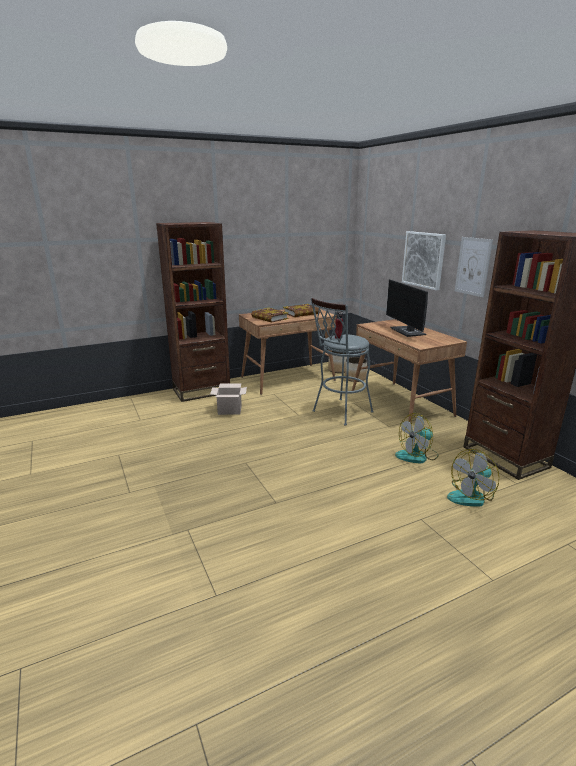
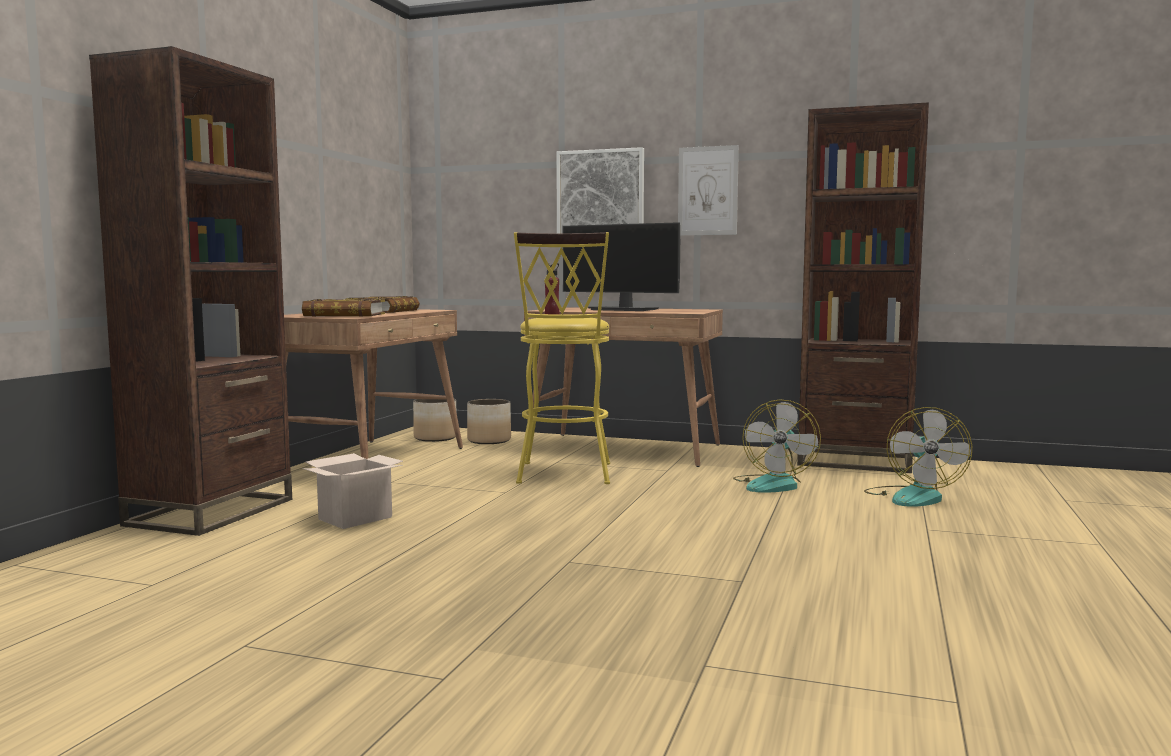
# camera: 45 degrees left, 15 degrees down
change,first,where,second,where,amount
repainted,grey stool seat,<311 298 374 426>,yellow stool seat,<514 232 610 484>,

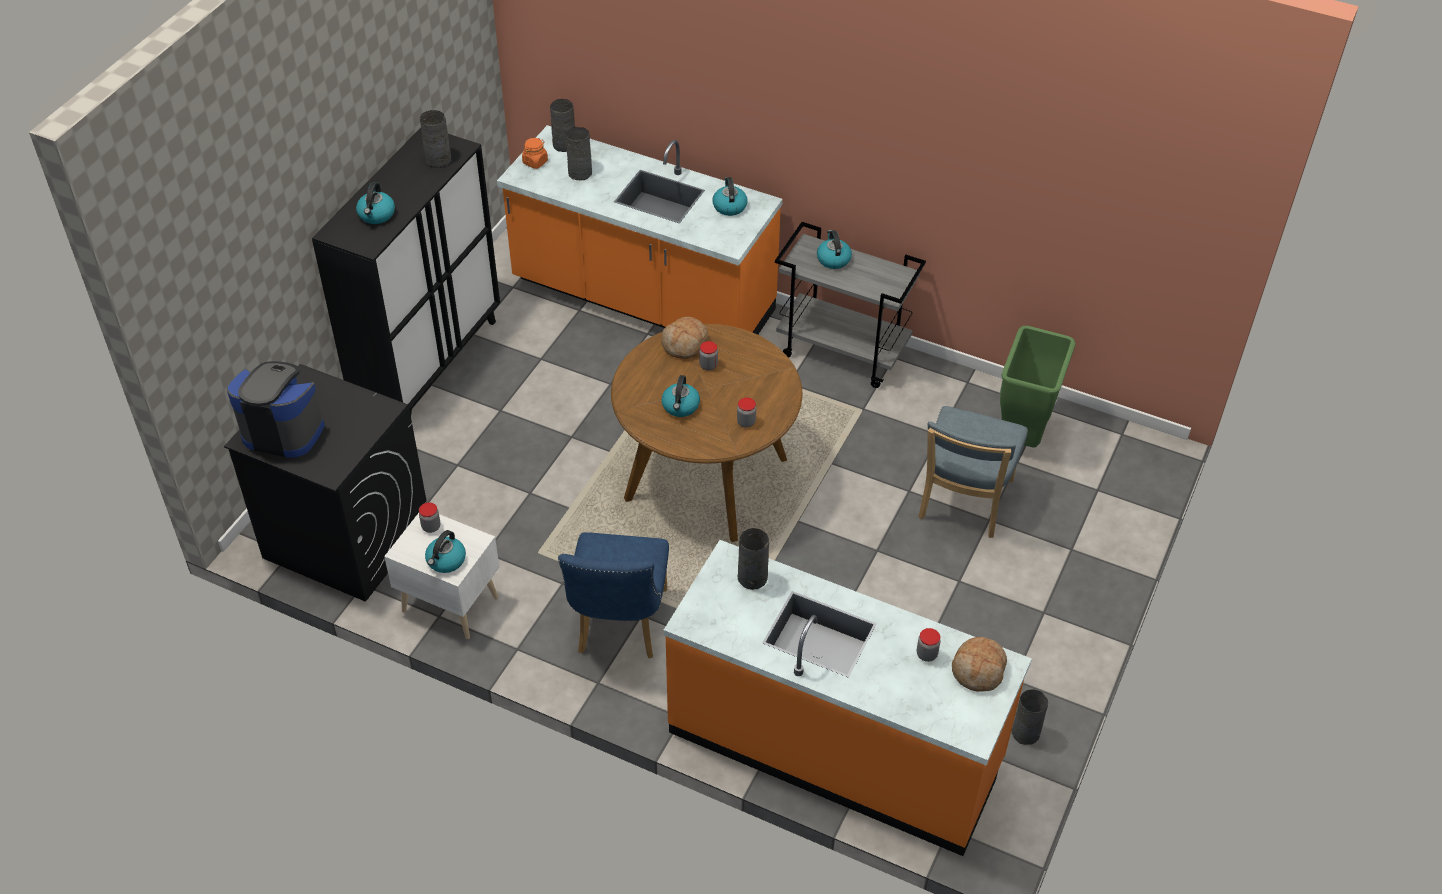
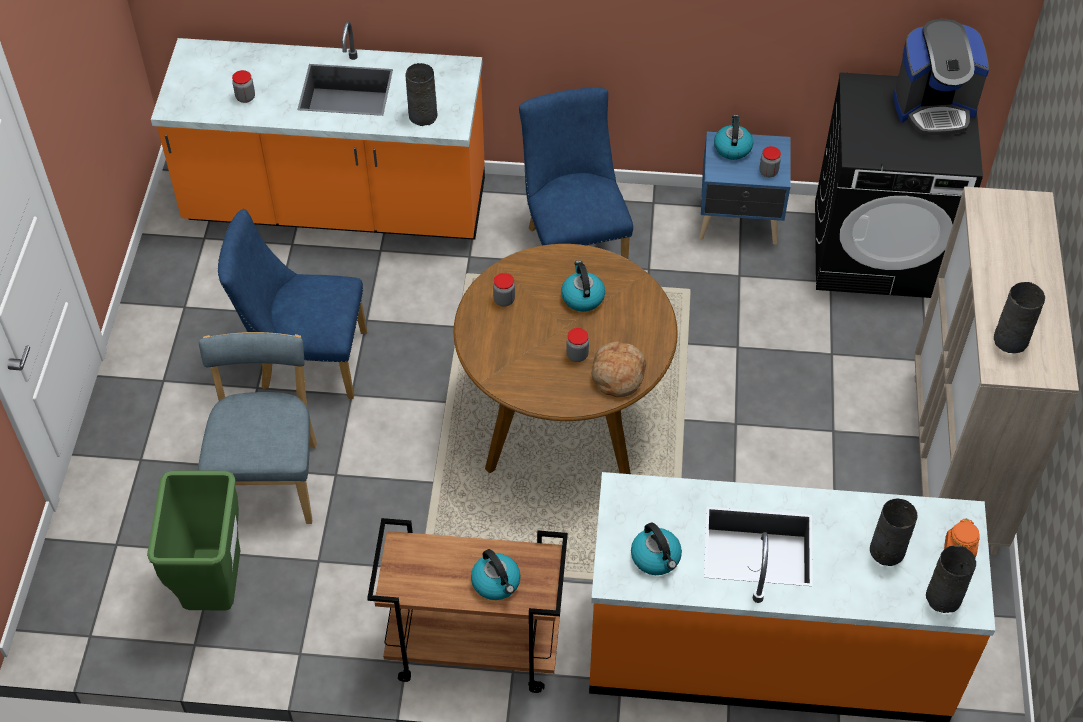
# camera: 160 degrees right, 5 degrees up
change,first,where,second,where,amount
new,,,blue-coloured chair,<218 209 367 399>,
repainted,grey trolley,<775 222 926 388>,brownish trolley,<367 518 568 693>,
repainted,white-coloured night table,<384 513 499 639>,blue-coloured night table,<699 132 790 245>,
repainted,blackish cupboard,<312 128 500 415>,beige cupboard,<914 186 1079 555>,
gone,kettle,<356 182 395 224>,,,
gone,bakery bread,<952 637 1007 691>,,,
gone,grey vase,<1011 689 1048 745>,,,

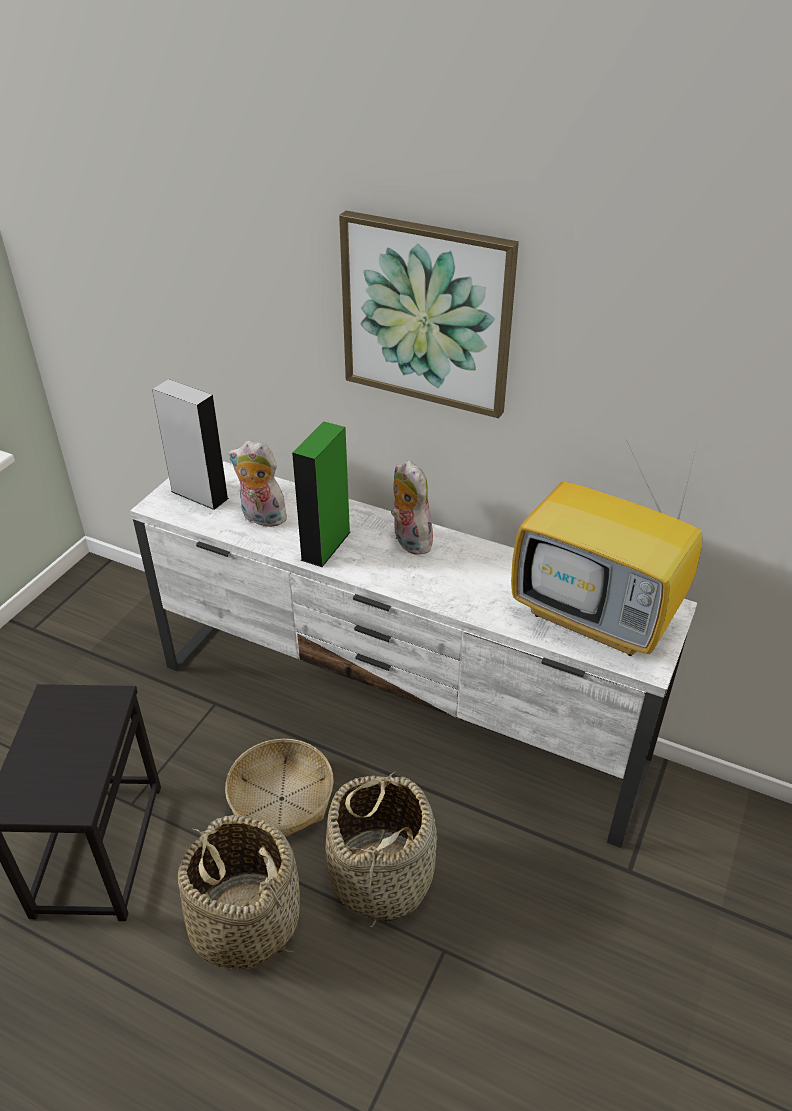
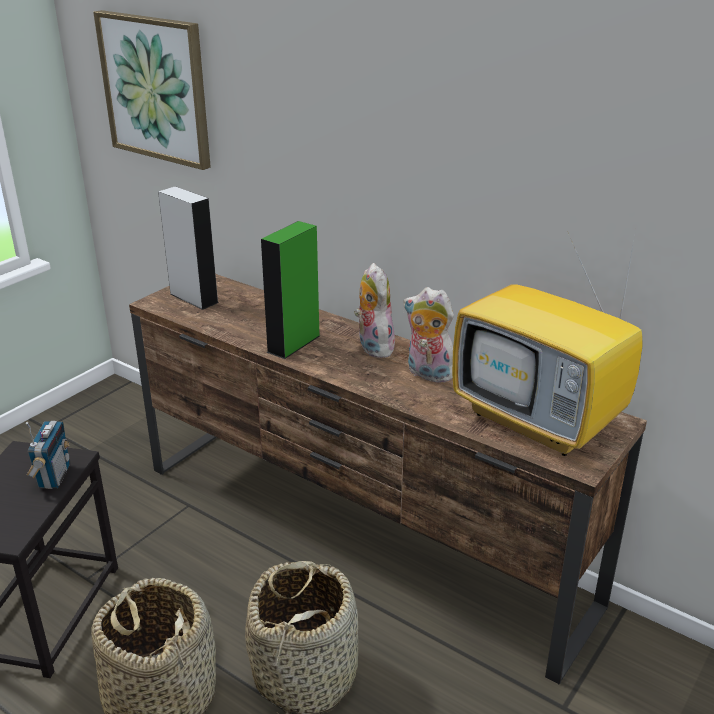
# camera: 10 degrees right, 10 degrees down
change,first,where,second,where,amount
new,,,radio set,<26 421 70 489>,
shifted,picture,<339 211 519 418>,,<93 10 211 170>,
repainted,white-coloured tv unit,<130 461 697 848>,brownish tv unit,<129 274 647 685>,
shifted,plush toy,<228 440 287 527>,,<403 287 454 383>,
gone,basket,<225 739 334 837>,,,

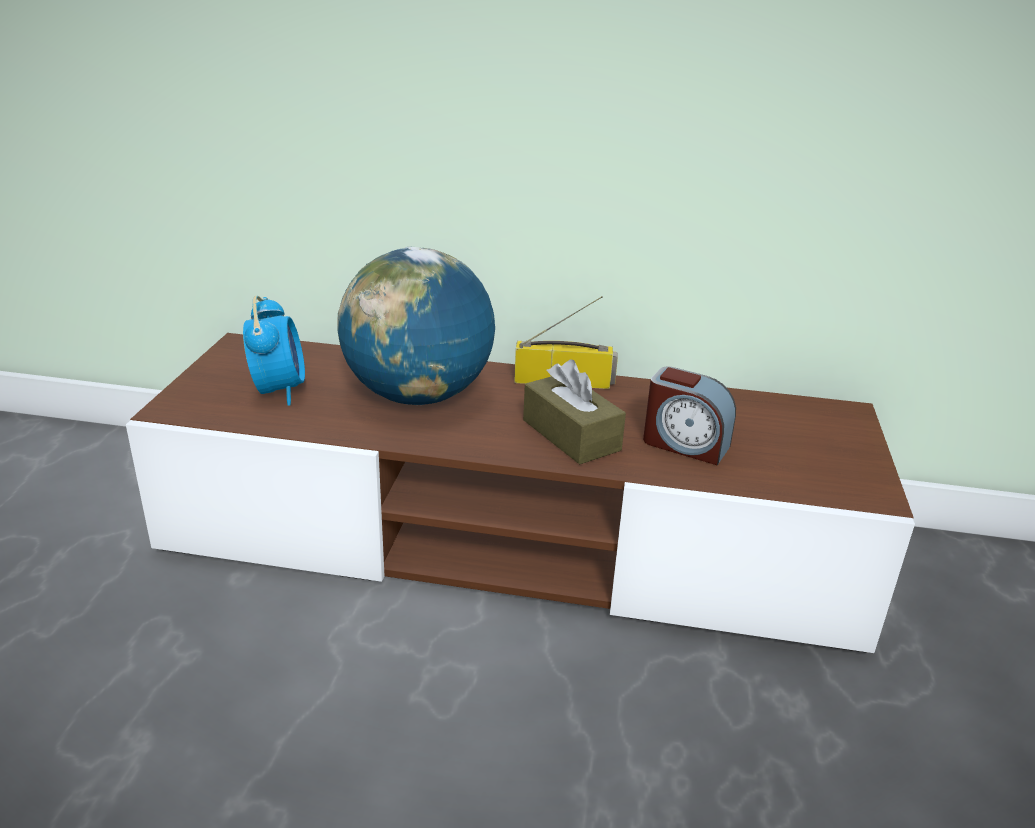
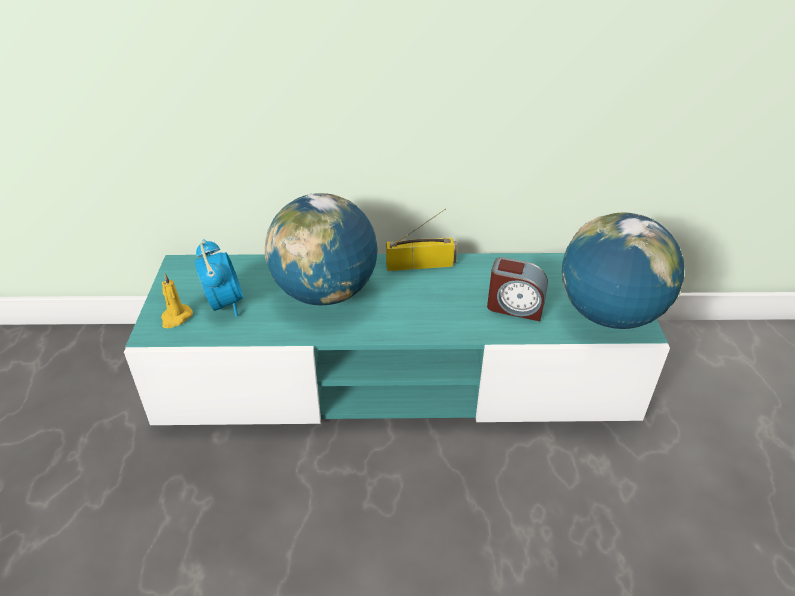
# camera: 10 degrees left, 10 degrees up
change,first,where,second,where,amount
repainted,brownish tv unit,<126 333 915 653>,turquoise tv unit,<124 253 670 425>,
new,,,yellow wax light,<161 273 193 328>,
new,,,desk globe,<562 213 684 329>,
gone,brownish box of tissues,<523 359 626 464>,,,

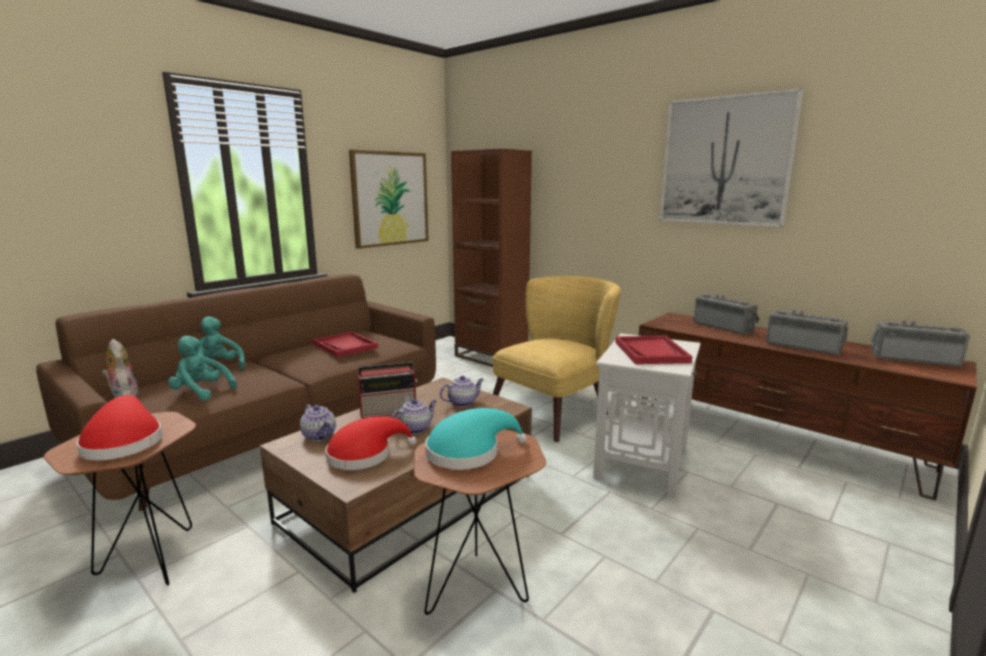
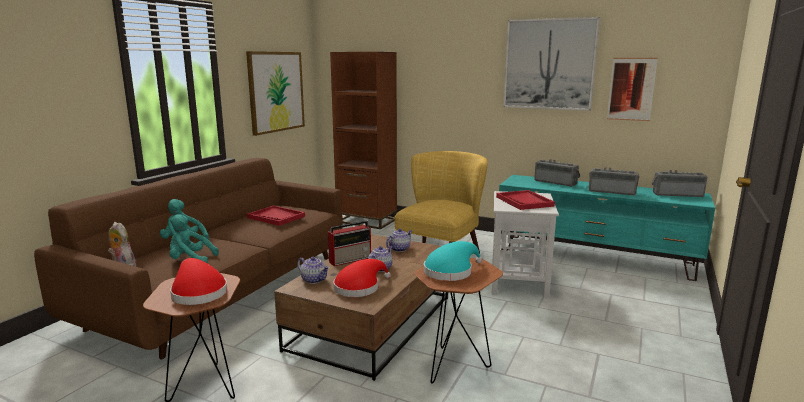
# camera: 15 degrees left, 0 degrees up
change,first,where,second,where,amount
repainted,brownish tv unit,<639 313 977 500>,turquoise tv unit,<499 175 715 281>,
new,,,picture,<607 58 658 121>,

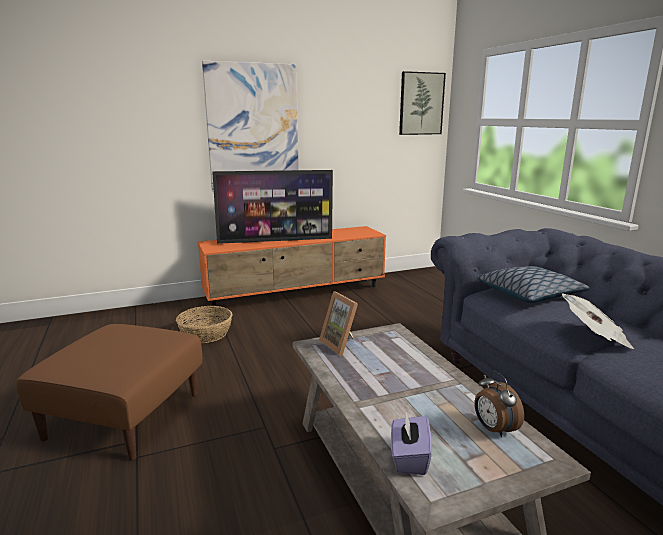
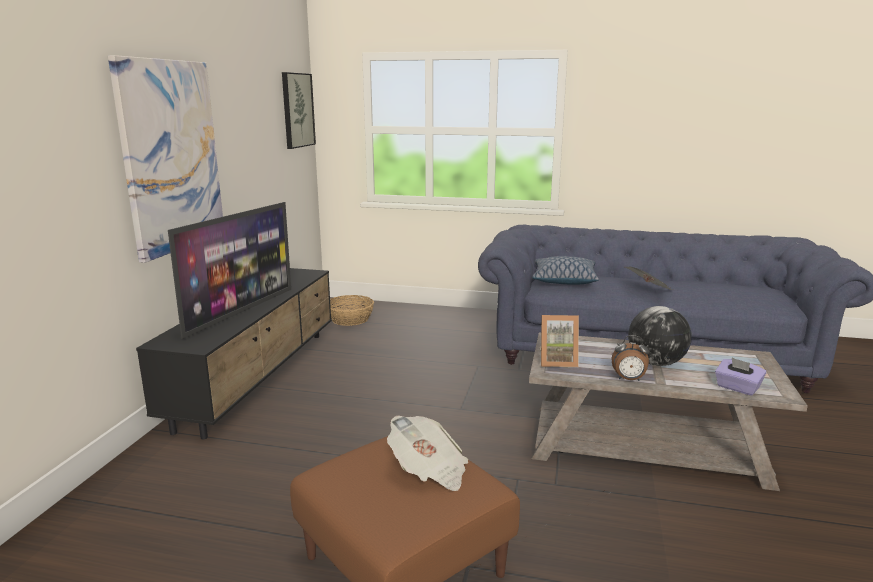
# camera: 55 degrees left, 0 degrees up
change,first,where,second,where,amount
repainted,orange-coloured tv unit,<198 226 386 306>,blackish tv unit,<136 268 332 439>,
shifted,basket,<176 306 232 343>,,<330 295 374 326>,
new,,,daily paper,<387 415 468 491>,
shifted,bedside clock,<475 371 524 438>,,<611 335 650 381>,
new,,,desk globe,<628 306 692 366>,

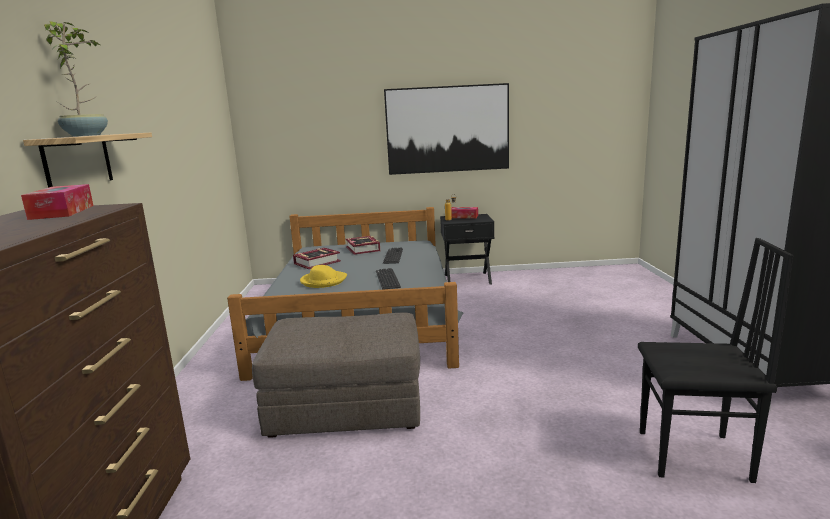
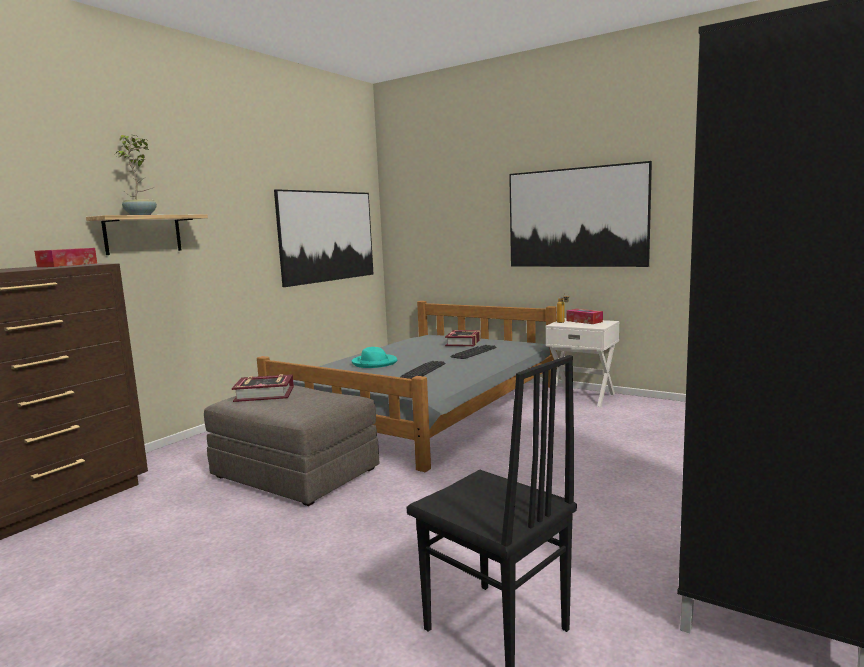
# camera: 35 degrees right, 5 degrees down
change,first,where,second,where,amount
shifted,volume,<293 248 341 269>,,<232 374 294 402>,
new,,,picture,<274 189 374 287>,
repainted,yellow hat,<300 265 347 288>,turquoise hat,<352 347 397 368>,
repainted,blackish night table,<440 214 494 284>,white-coloured night table,<546 318 619 407>,

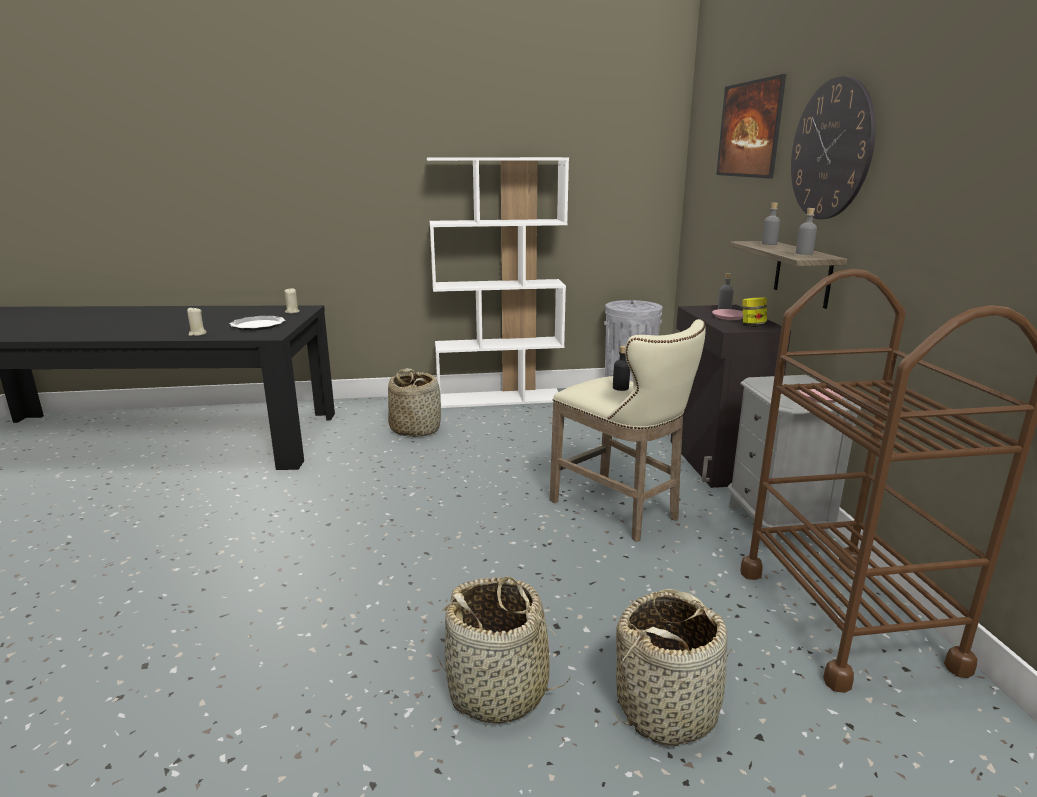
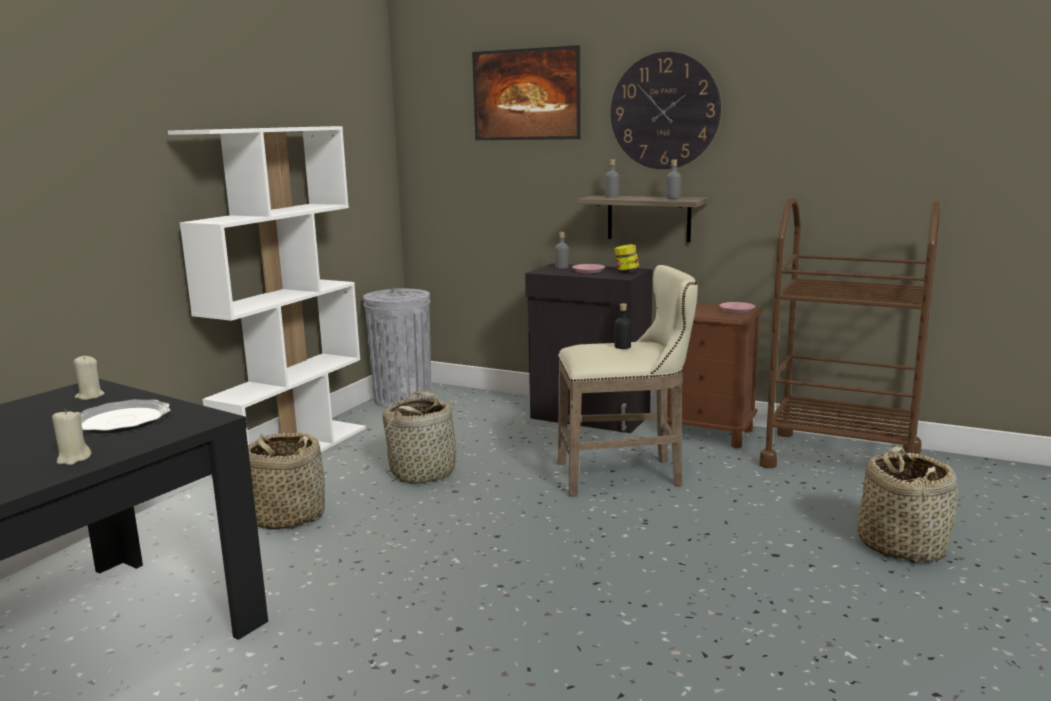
# camera: 55 degrees left, 5 degrees down
change,first,where,second,where,amount
shifted,basket,<434 576 571 724>,,<383 391 465 484>,
repainted,grey night table,<727 375 861 548>,brownish night table,<667 303 763 449>,

